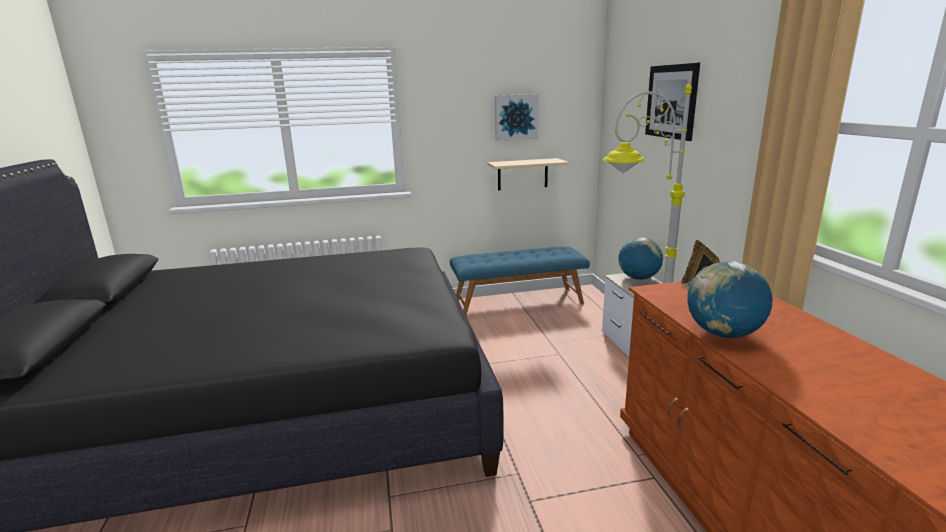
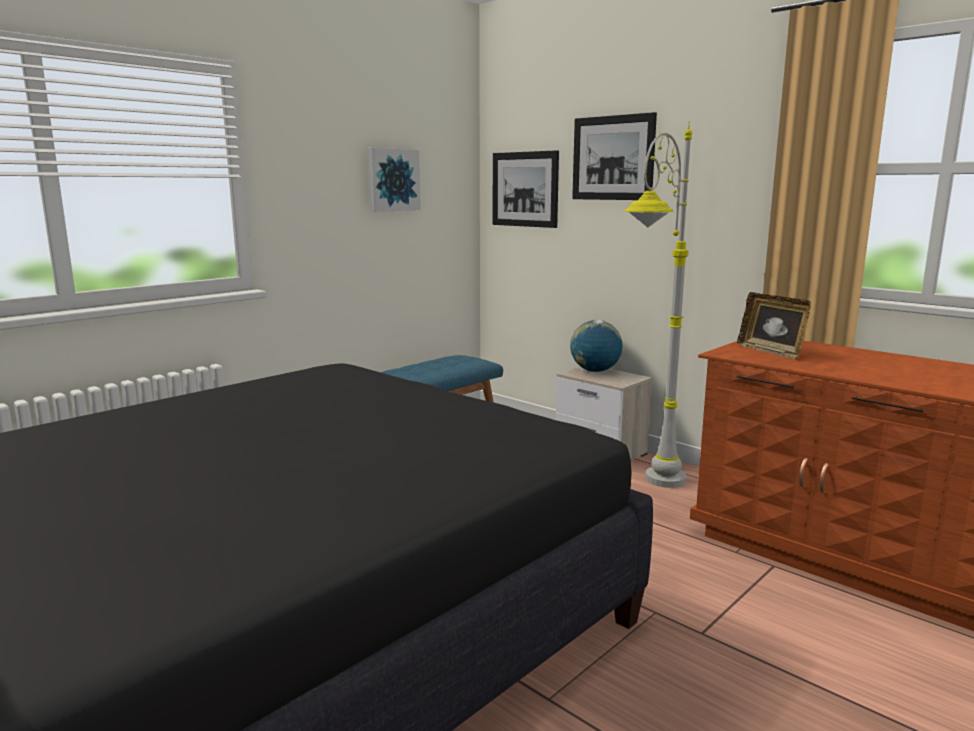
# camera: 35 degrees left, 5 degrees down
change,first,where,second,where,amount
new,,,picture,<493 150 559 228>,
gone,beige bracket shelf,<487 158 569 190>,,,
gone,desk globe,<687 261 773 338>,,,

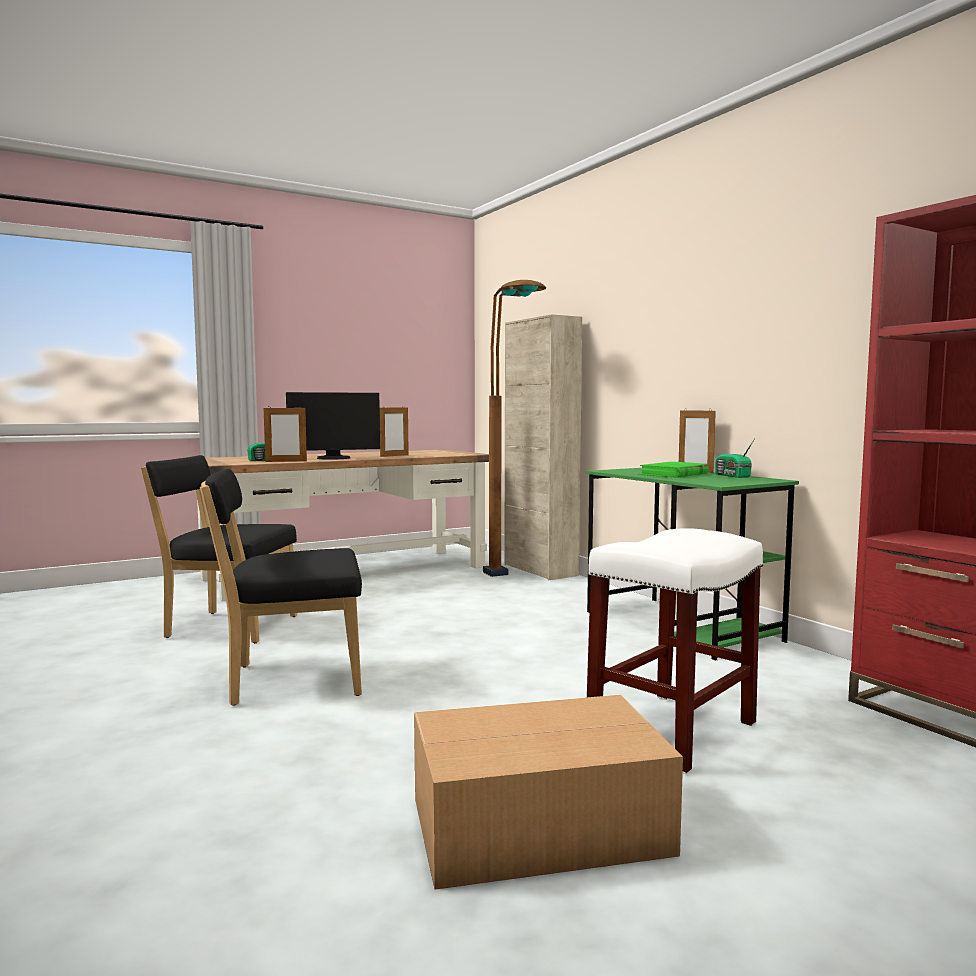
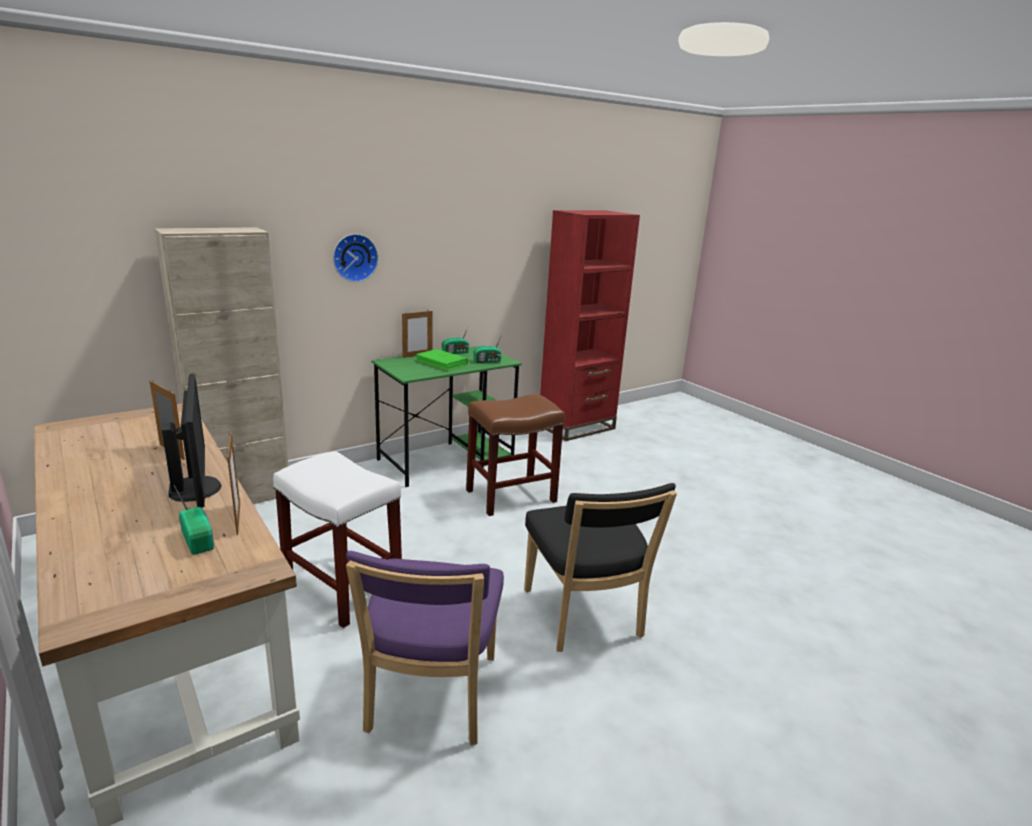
# camera: 95 degrees left, 15 degrees up
change,first,where,second,where,amount
shifted,white-coloured stool seat,<587 528 763 774>,,<273 451 402 629>,
new,,,hanging clock,<333 234 378 282>,
repainted,blackish chair,<141 455 297 643>,purplish chair,<346 551 504 745>,
new,,,brownish stool seat,<466 394 565 516>,
new,,,radio set,<473 335 502 363>,
gone,carton,<414 695 683 890>,,,
gone,brownish standard lamp,<483 280 546 577>,,,

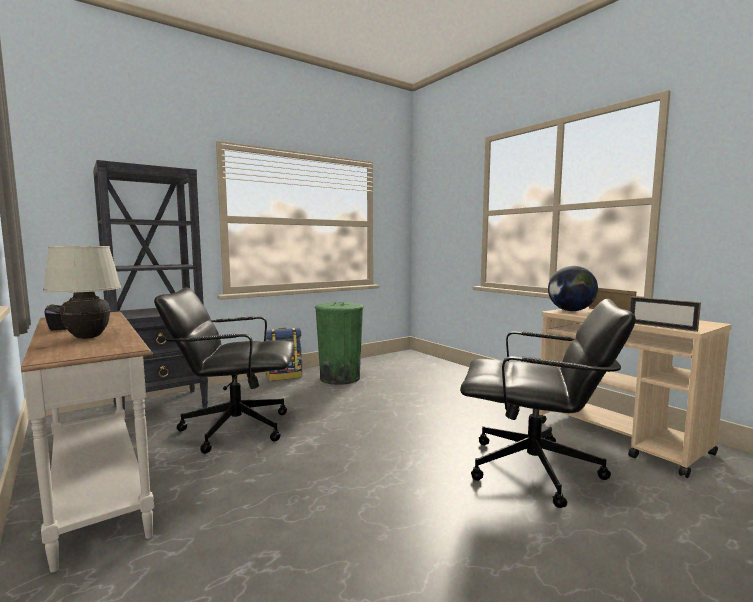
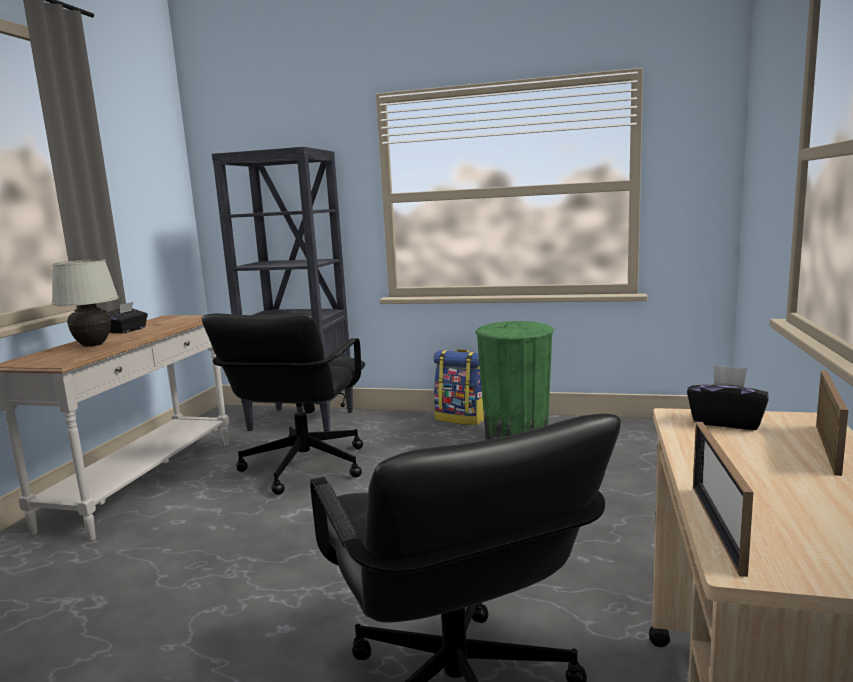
# camera: 50 degrees right, 5 degrees up
change,first,where,second,where,amount
rotated,blackish computer chair,<154 287 295 454>,,<202 312 365 495>,120 degrees counterclockwise
swapped,desk globe,<548 266 598 311>,blackish box of tissues,<687 365 769 430>,

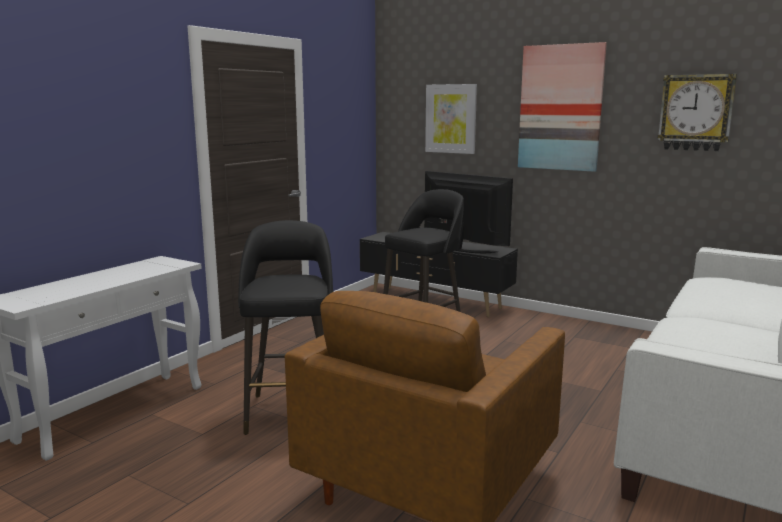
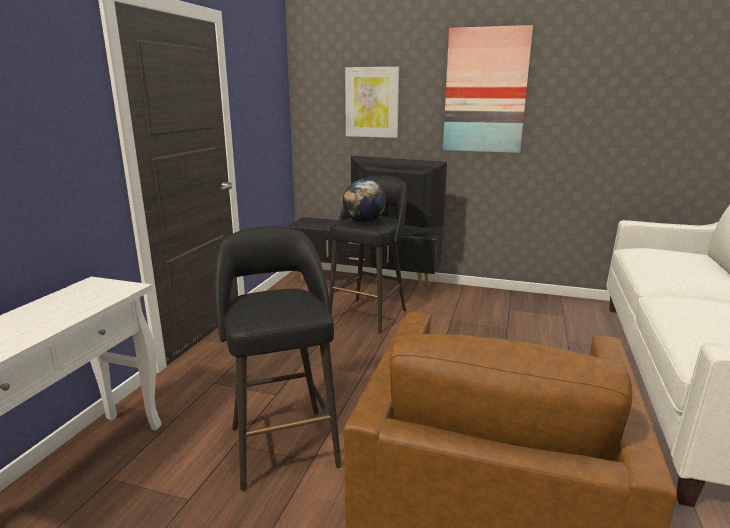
# camera: 15 degrees left, 5 degrees up
change,first,where,second,where,amount
new,,,desk globe,<343 179 386 223>,
gone,hanging clock,<658 74 737 151>,,,

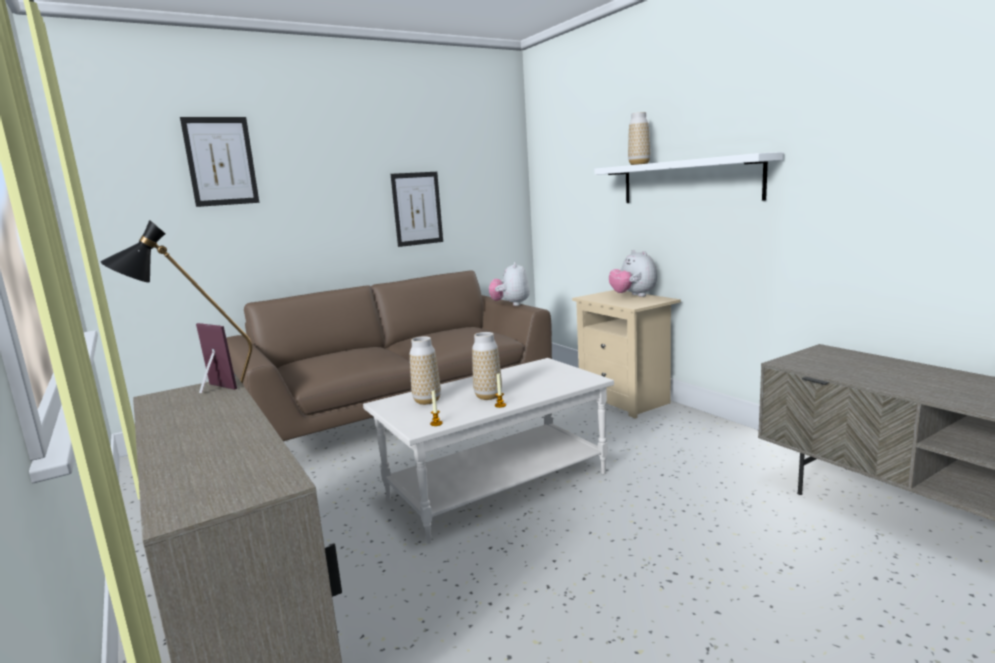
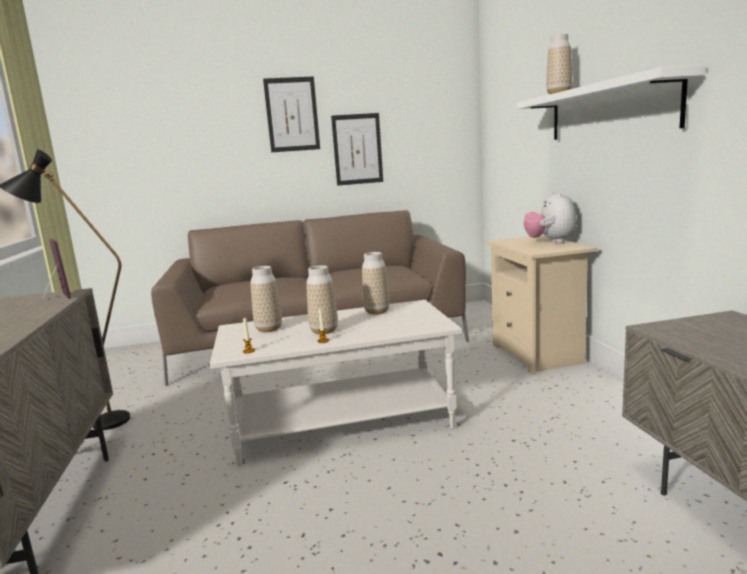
# camera: 20 degrees right, 0 degrees up
change,first,where,second,where,amount
shifted,picture,<180 117 259 207>,,<263 76 320 152>,
new,,,vase,<362 252 390 315>,
gone,plush toy,<489 262 530 306>,,,

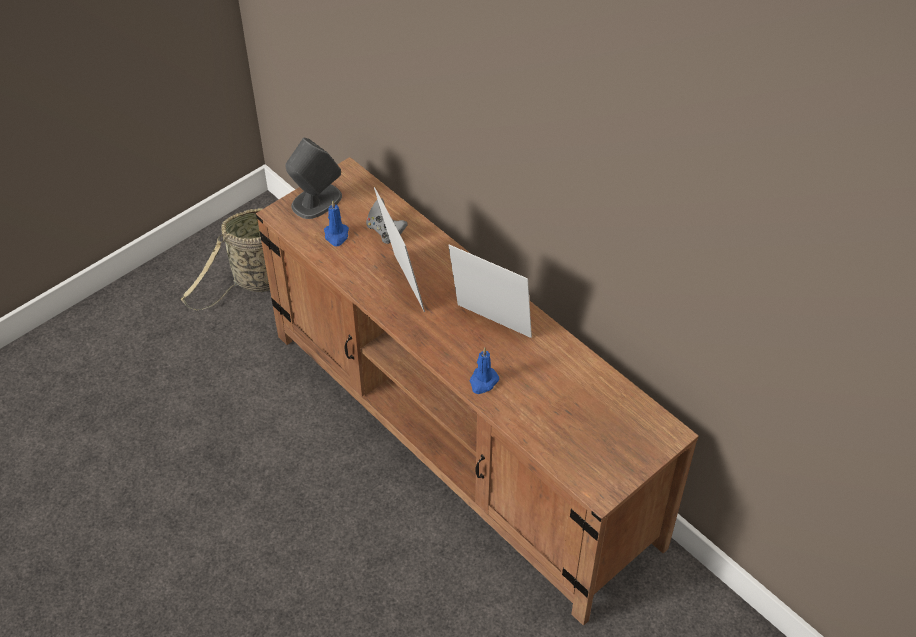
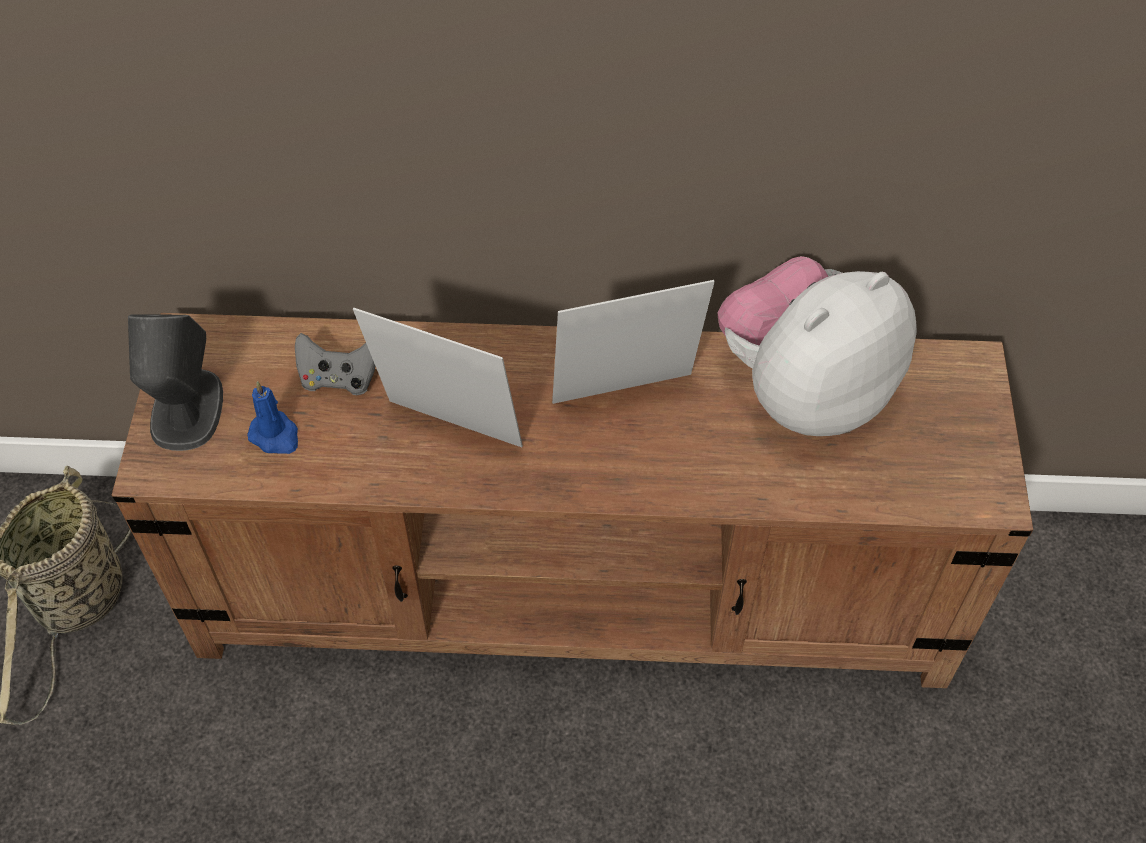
# camera: 45 degrees left, 5 degrees up
change,first,where,second,where,amount
new,,,plush toy,<718 256 917 436>,
gone,blue-coloured wax light,<470 348 499 394>,,,

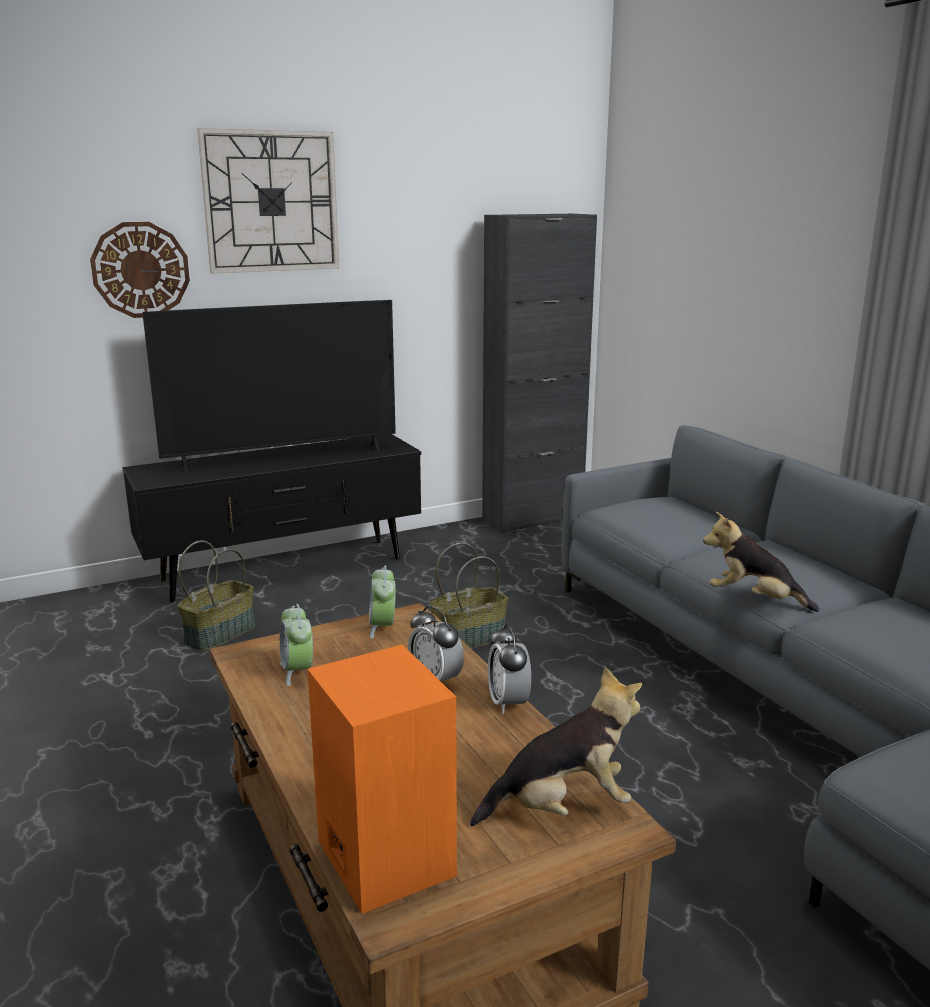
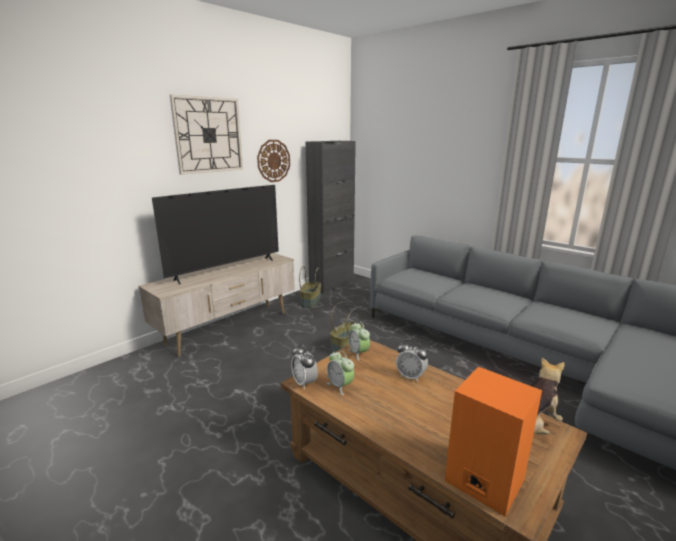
# camera: 20 degrees left, 0 degrees up
change,first,where,second,where,amount
repainted,blackish tv unit,<122 434 421 602>,beige tv unit,<139 253 295 356>,
shifted,hanging clock,<90 222 190 318>,,<257 140 290 182>,
shifted,bedside clock,<488 623 531 714>,,<291 344 318 389>,
shifted,basket,<178 540 255 651>,,<299 266 321 308>,
gone,plush toy,<703 512 820 612>,,,

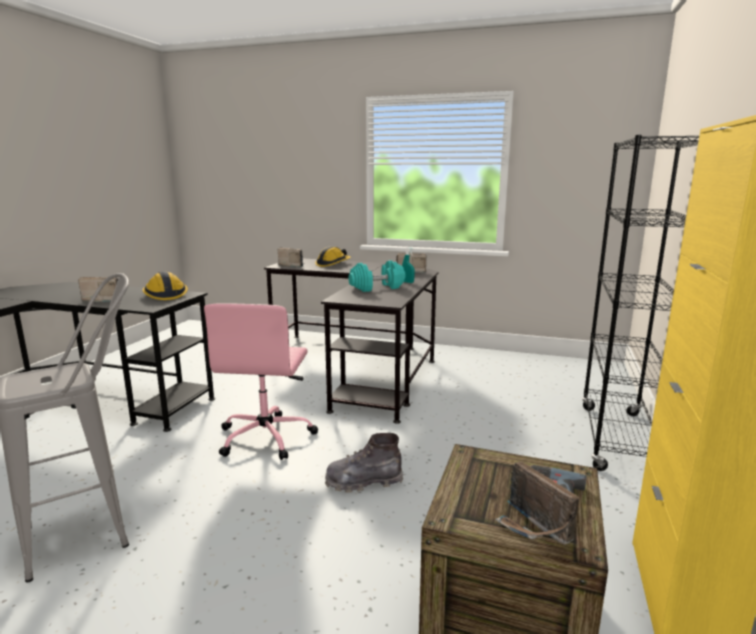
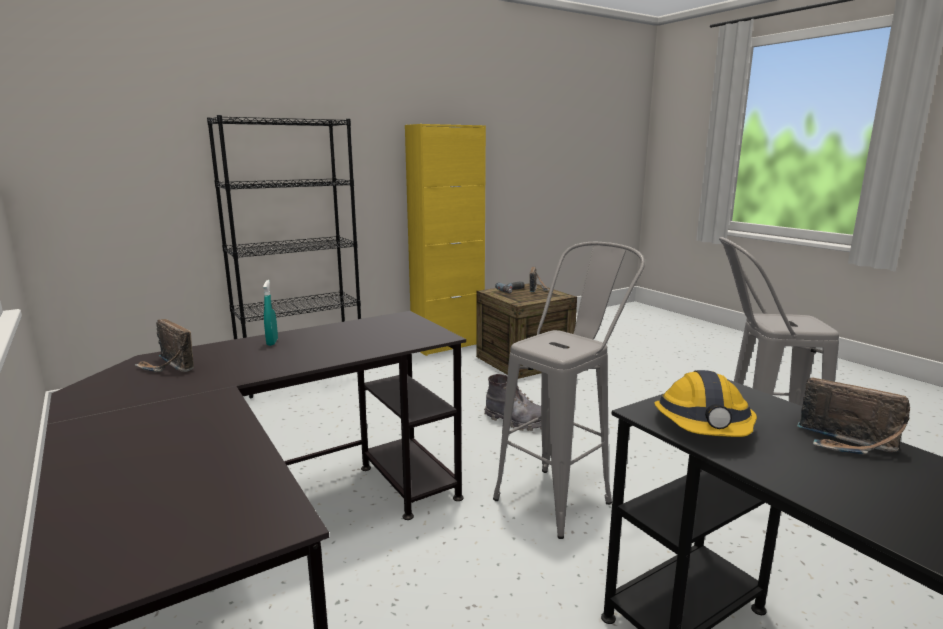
# camera: 140 degrees left, 0 degrees up
change,first,where,second,where,amount
swapped,pink computer chair,<204 303 318 460>,grey stool seat,<493 242 645 539>,
gone,radio set,<278 248 305 267>,,,
gone,work helmet,<315 246 351 267>,,,
gone,turquoise hand weight,<348 260 406 292>,,,

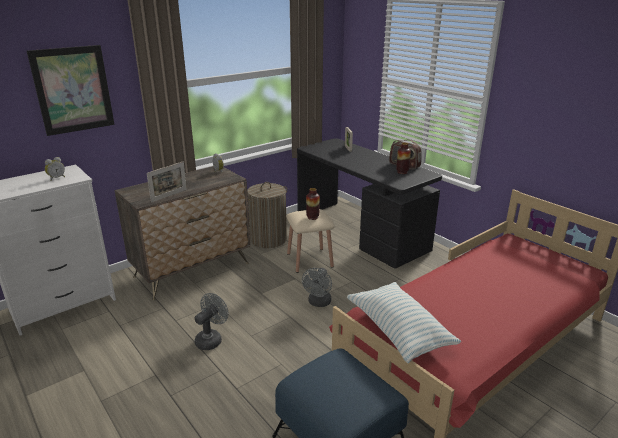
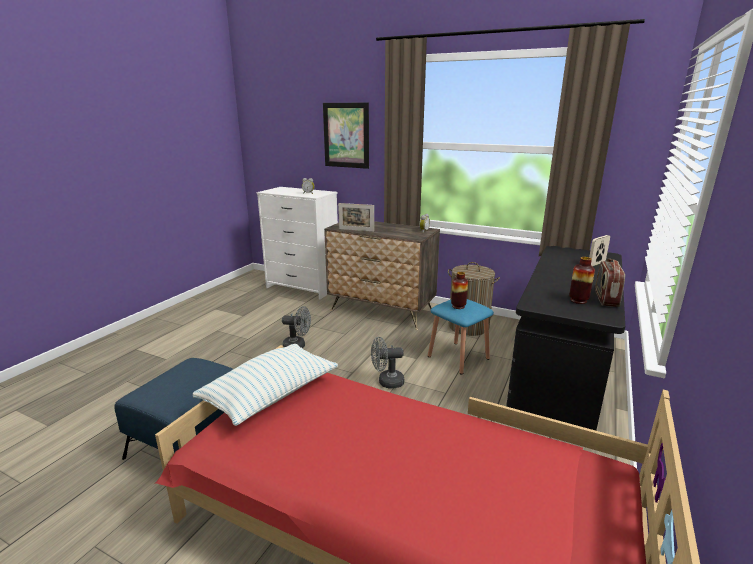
# camera: 65 degrees right, 5 degrees down
change,first,where,second,where,amount
repainted,beige stool seat,<287 209 335 273>,blue-coloured stool seat,<428 299 494 375>,

